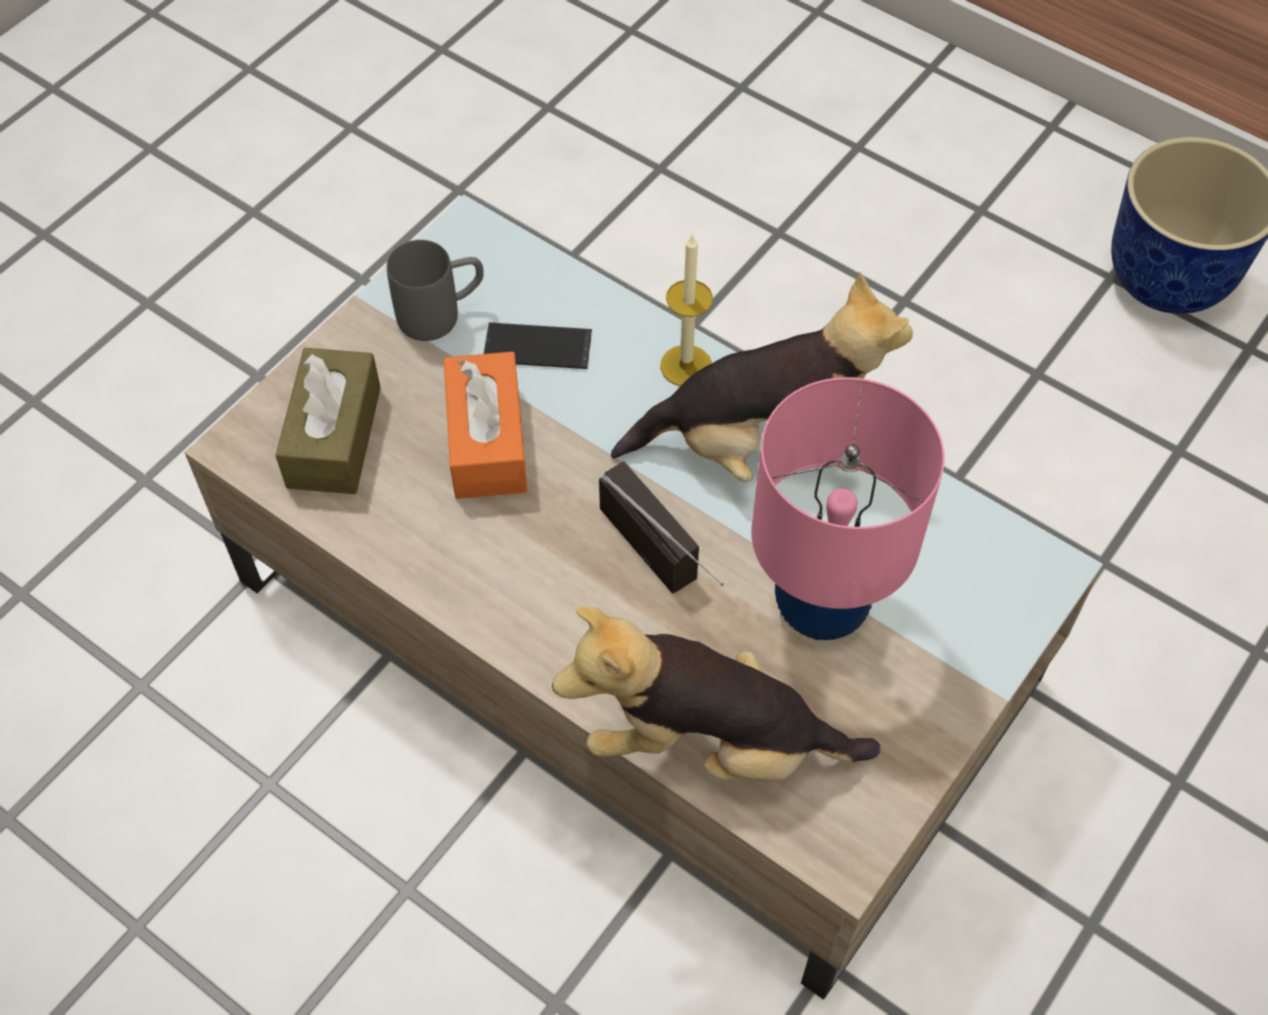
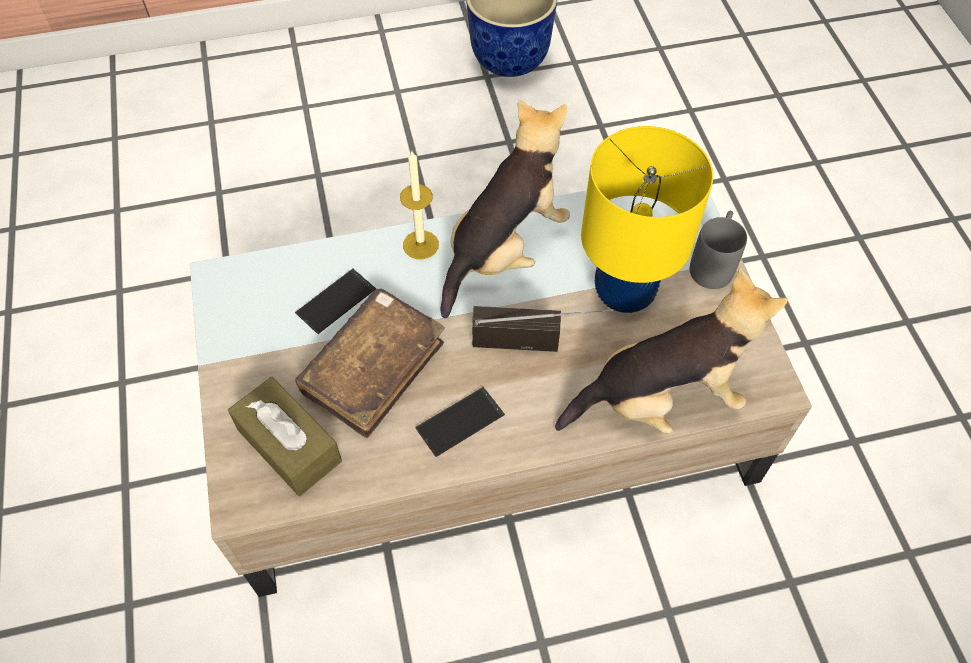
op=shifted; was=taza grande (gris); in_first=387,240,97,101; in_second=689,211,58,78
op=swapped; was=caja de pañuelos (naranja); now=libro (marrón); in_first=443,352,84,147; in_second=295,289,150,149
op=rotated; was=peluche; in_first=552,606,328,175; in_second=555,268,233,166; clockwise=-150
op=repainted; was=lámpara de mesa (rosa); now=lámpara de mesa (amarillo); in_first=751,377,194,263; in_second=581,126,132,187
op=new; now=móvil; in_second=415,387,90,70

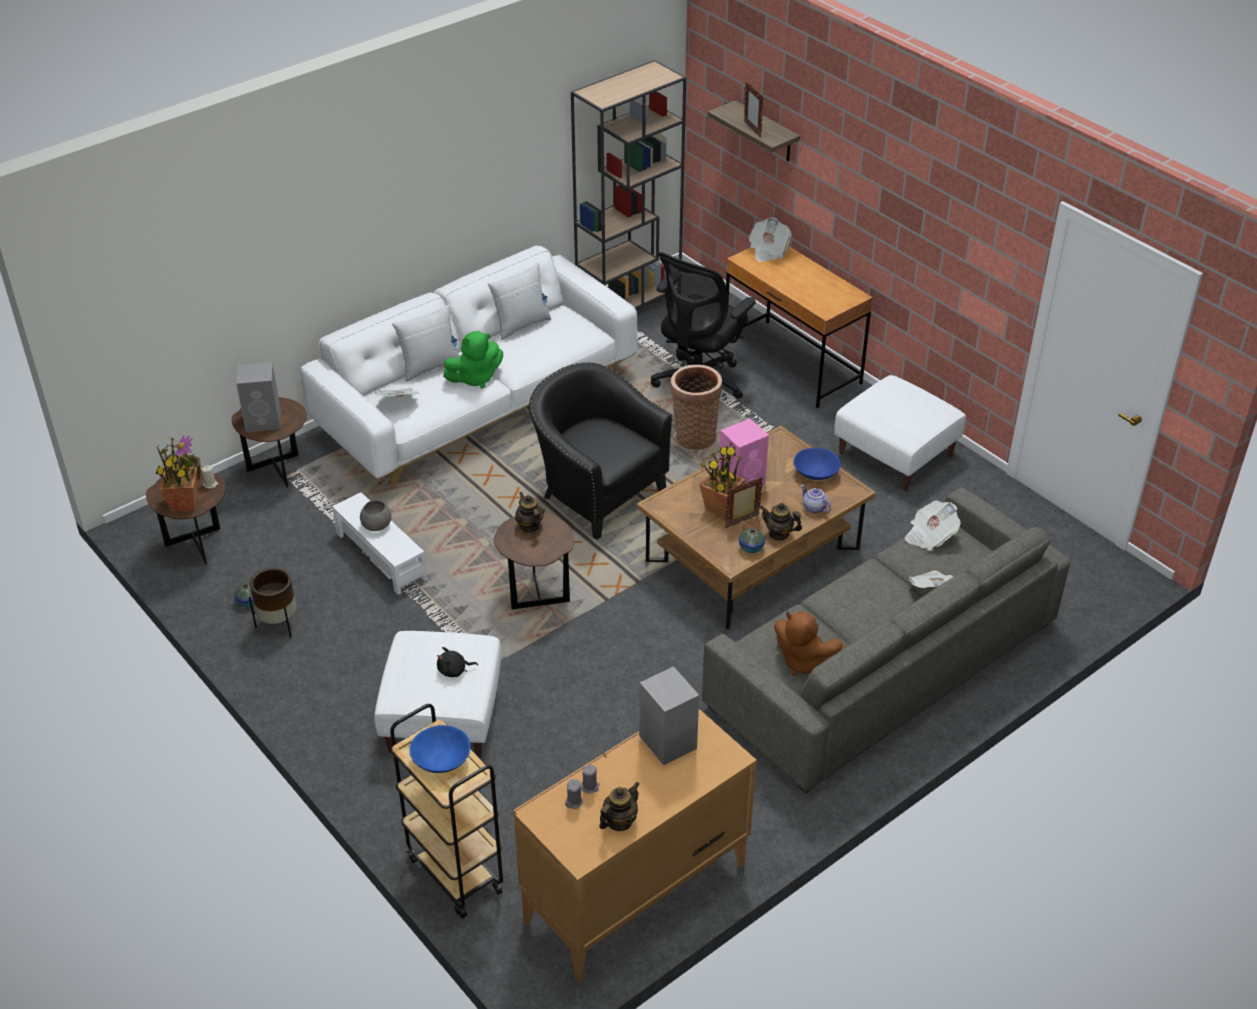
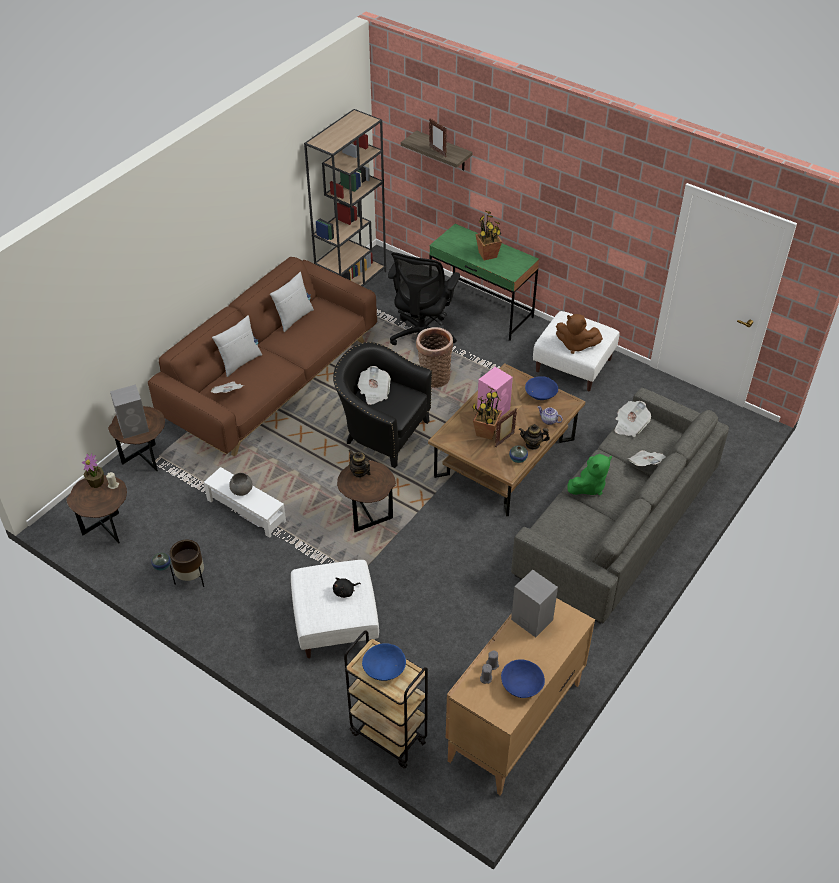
op=shifted; was=planta en maceta; in_first=155,437,43,74; in_second=476,211,26,49
op=repainted; was=sofá (blanco); now=sofá (marrón); in_first=300,245,338,242; in_second=148,257,229,199
op=shifted; was=peluche (verde); in_first=443,331,60,58; in_second=568,454,44,41
op=swapped; was=tetera; now=cuenco (azul); in_first=599,782,40,49; in_second=501,659,44,39
op=repainted; was=escritorio (marrón); now=escritorio (verde); in_first=726,246,147,162; in_second=429,224,110,117
op=shifted; was=periódico; in_first=749,217,43,45; in_second=357,366,34,39
op=shifted; was=peluche (marrón); in_first=774,611,72,65; in_second=556,314,47,40

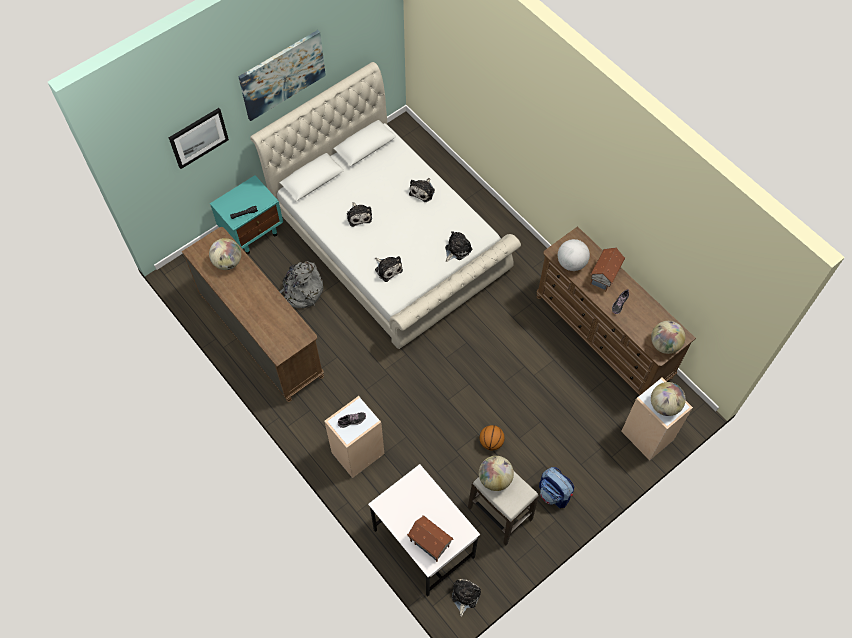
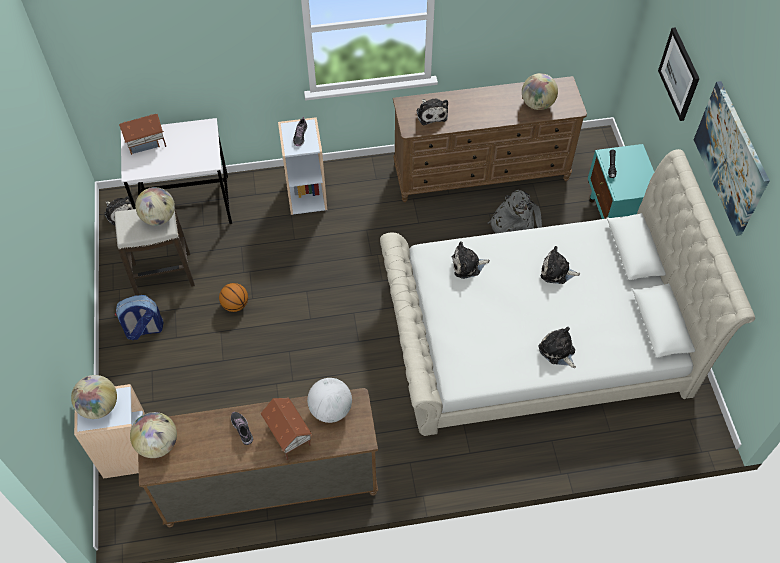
op=shifted; was=peluche; in_first=445,231,27,31; in_second=416,99,32,26

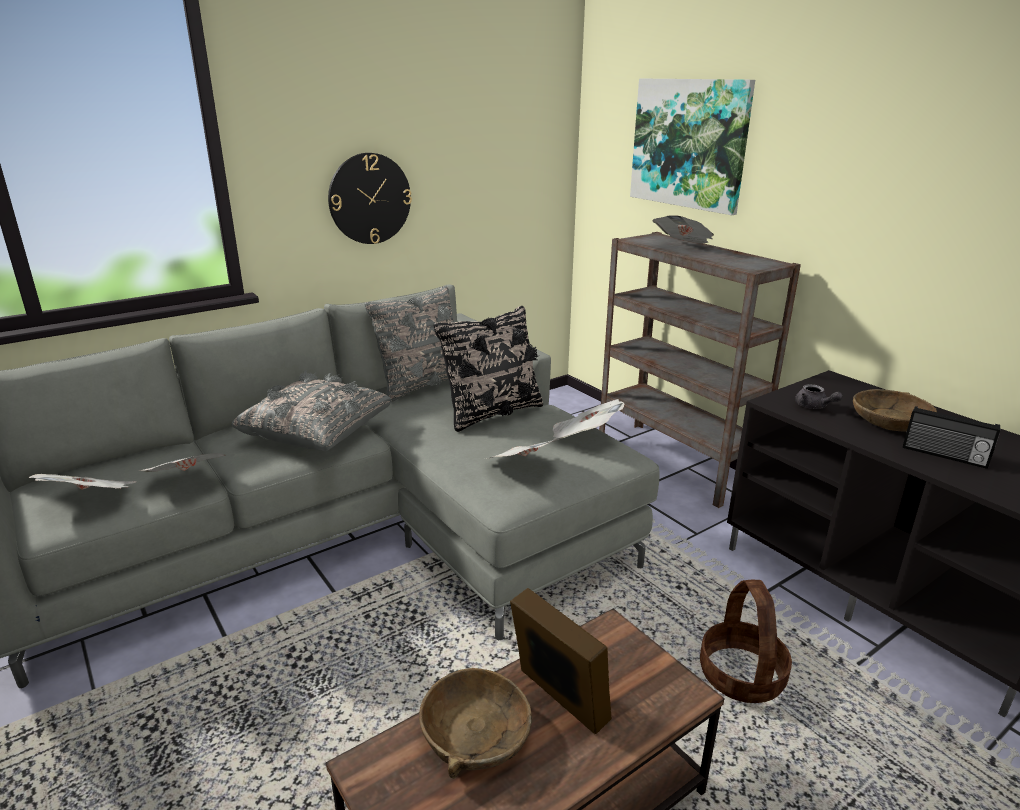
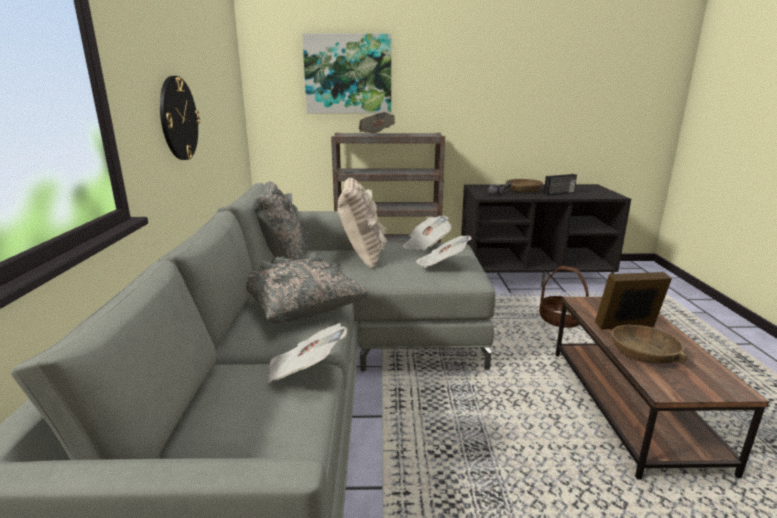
op=gone; was=periódico; in_first=29,474,108,15
op=repainted; was=cojín (negro); now=cojín (beis); in_first=434,306,109,126; in_second=338,178,49,90

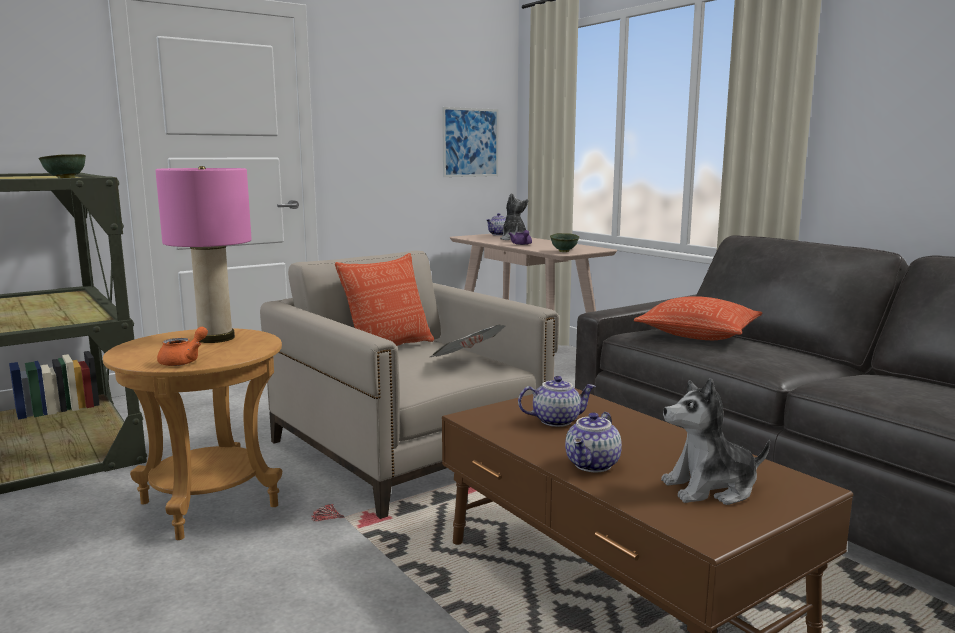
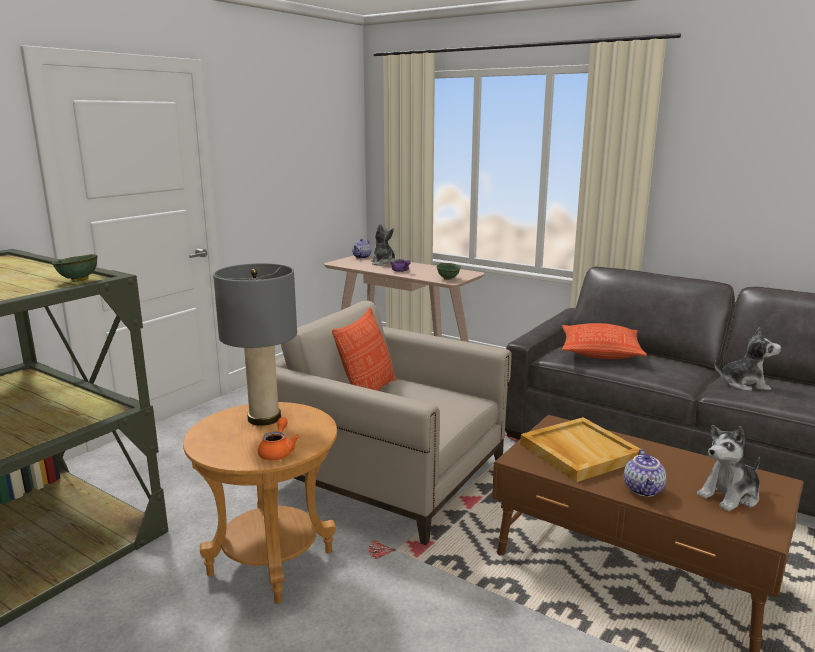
op=repainted; was=lámpara de mesa (rosa); now=lámpara de mesa (gris); in_first=155,166,97,177; in_second=213,263,84,163
op=gone; was=periódico; in_first=430,325,76,32
op=gone; was=cuadro; in_first=442,107,57,70
op=swapped; was=tetera; now=bandeja (beis); in_first=518,376,78,51; in_second=520,417,120,65
op=new; now=peluche; in_second=714,327,67,64

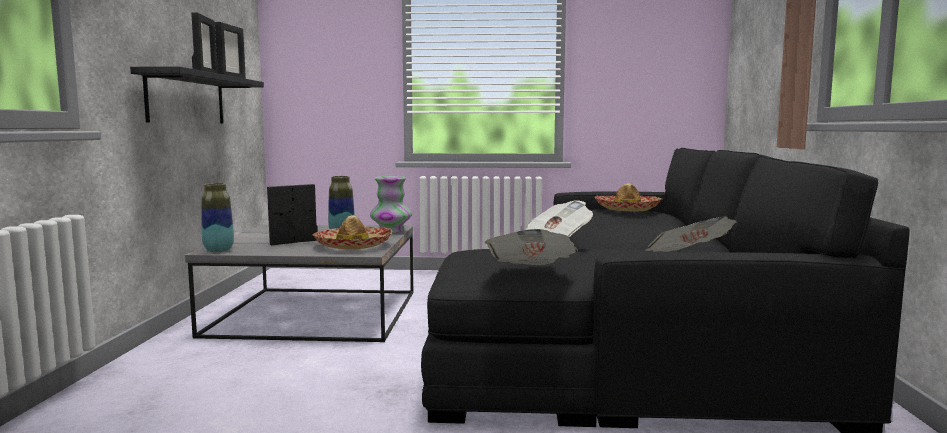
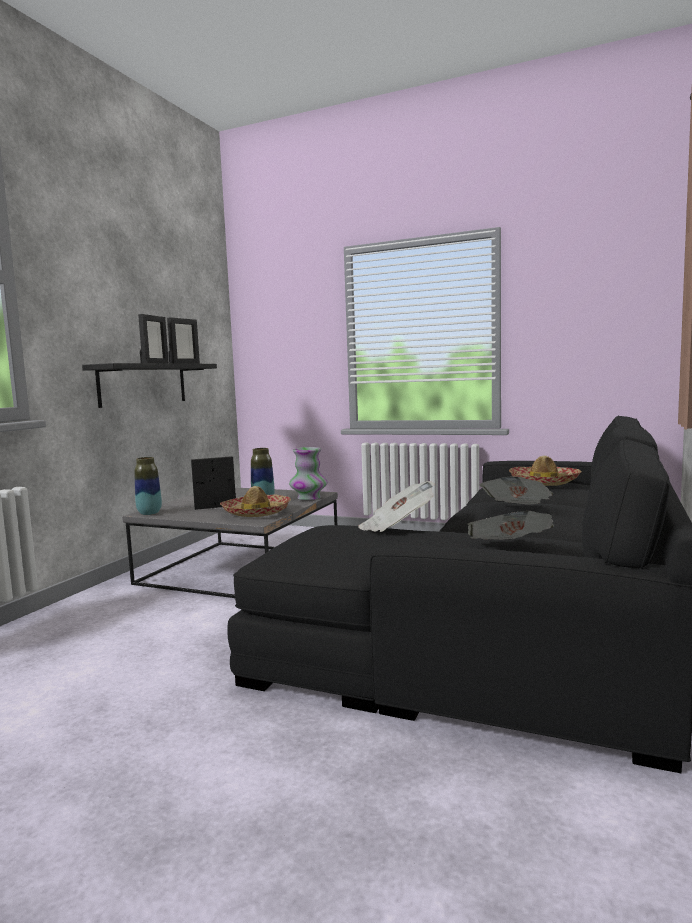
op=shifted; was=periódico; in_first=485,229,93,36; in_second=479,476,74,28

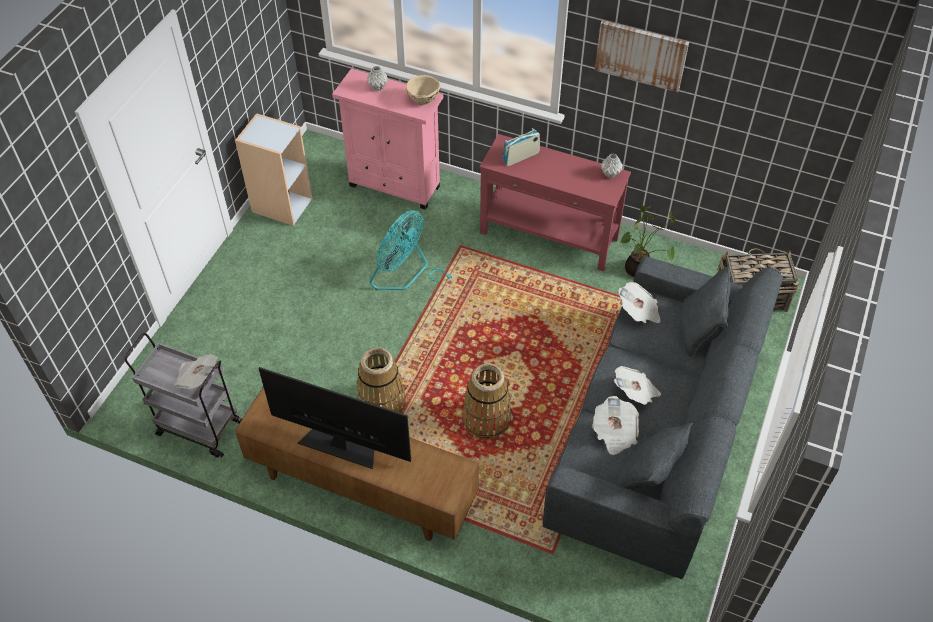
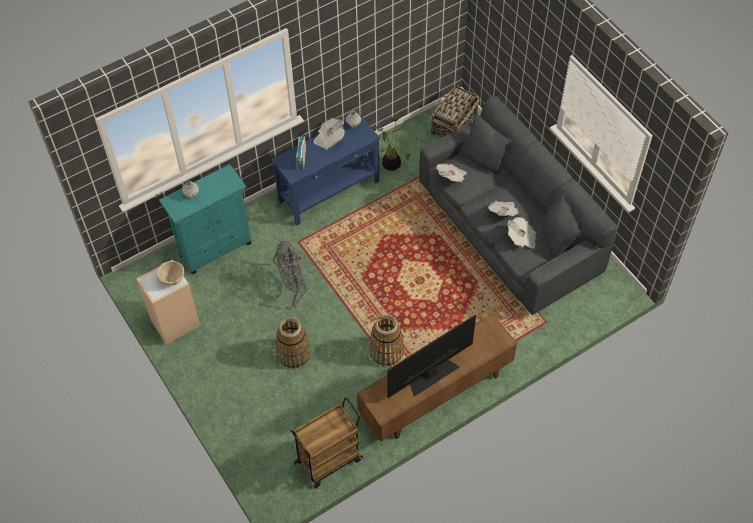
op=repainted; was=carrito (gris); now=carrito (marrón); in_first=125,333,117,125; in_second=291,398,73,91
op=shifted; was=periódico; in_first=174,354,44,35; in_second=314,118,31,32
op=repainted; was=armario (rosa); now=armario (turquesa); in_first=332,68,111,142; in_second=159,164,93,111
op=repainted; was=ventilador (turquesa); now=ventilador (gris); in_first=370,210,82,80; in_second=273,241,47,67
op=shifted; was=cuenco (beis); in_first=406,75,34,30; in_second=157,261,27,25
op=shifted; was=cesta; in_first=462,363,49,76; in_second=275,317,36,52
op=repainted; was=mesa consola (rojo); now=mesa consola (azul); in_first=479,134,152,138; in_second=272,114,108,112
op=gone; was=cuadro; in_first=595,20,94,72

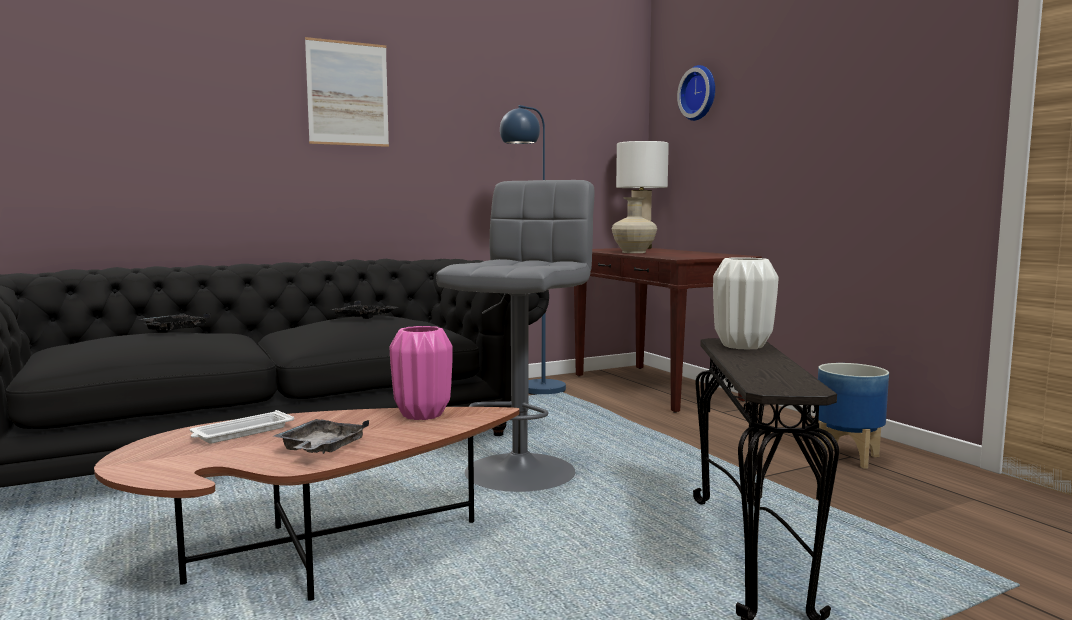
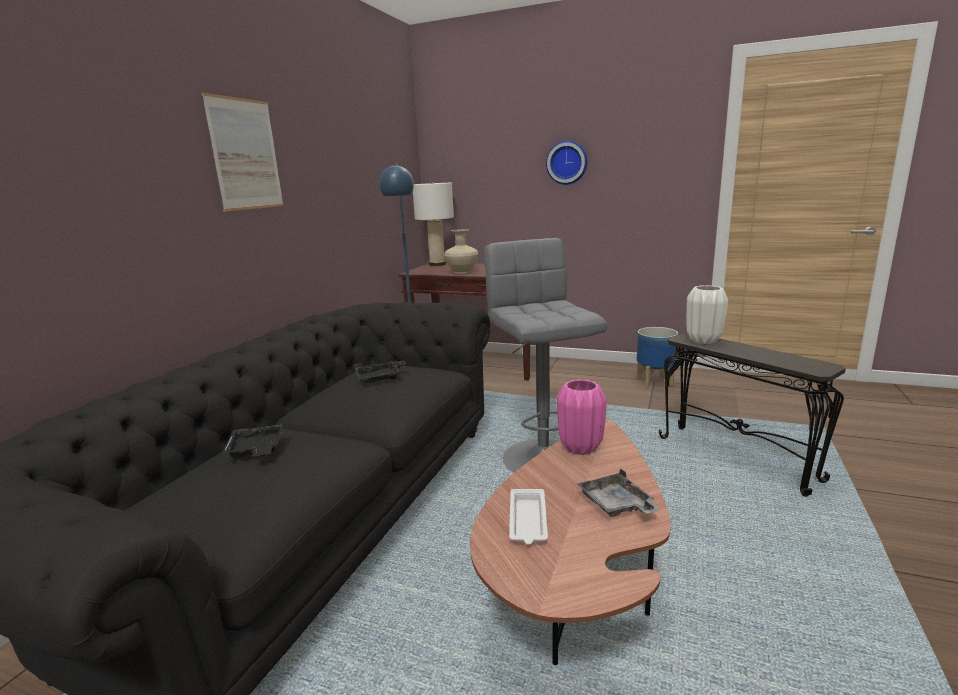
op=shifted; was=reloj de pared; in_first=677,65,38,56; in_second=546,140,41,45

